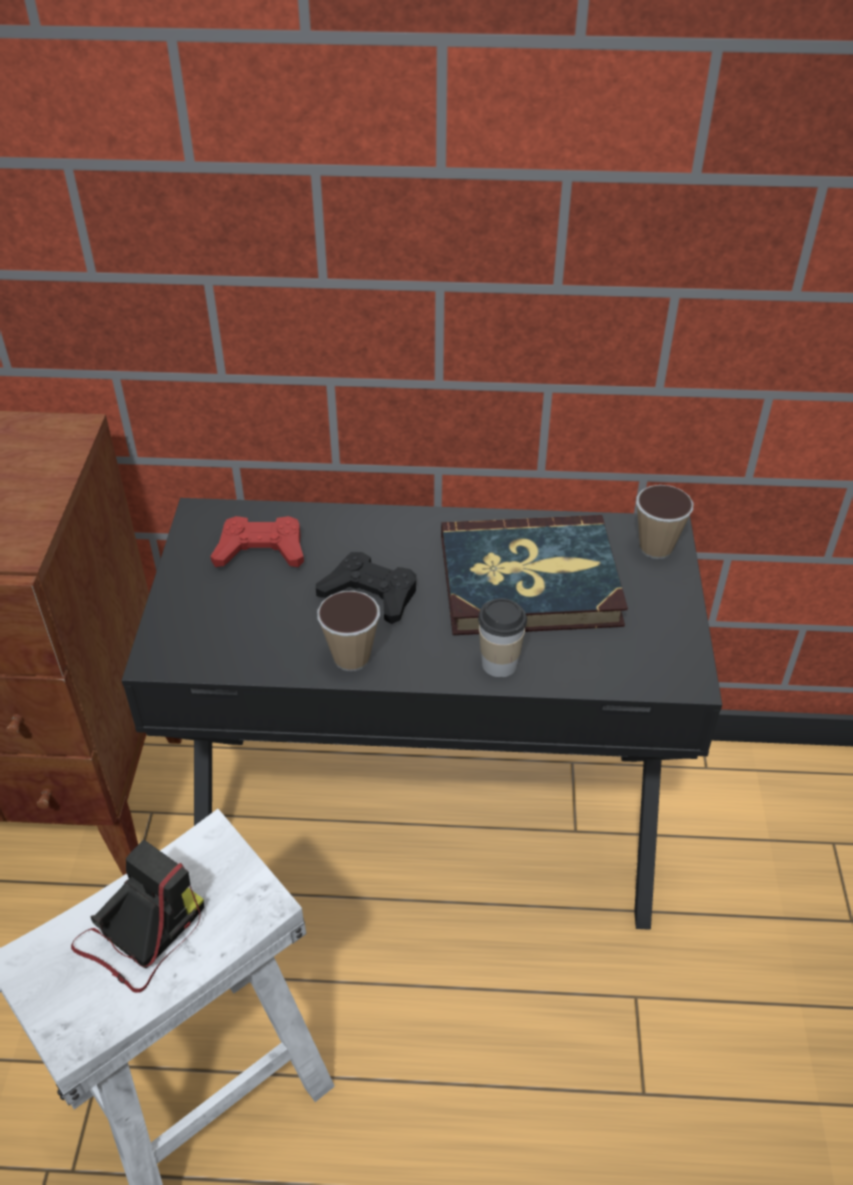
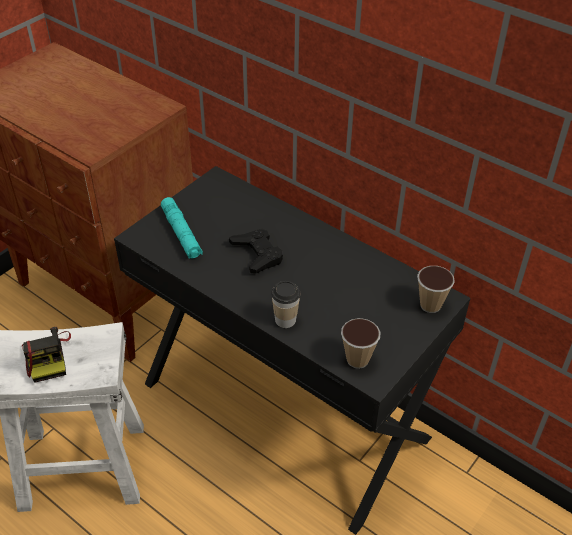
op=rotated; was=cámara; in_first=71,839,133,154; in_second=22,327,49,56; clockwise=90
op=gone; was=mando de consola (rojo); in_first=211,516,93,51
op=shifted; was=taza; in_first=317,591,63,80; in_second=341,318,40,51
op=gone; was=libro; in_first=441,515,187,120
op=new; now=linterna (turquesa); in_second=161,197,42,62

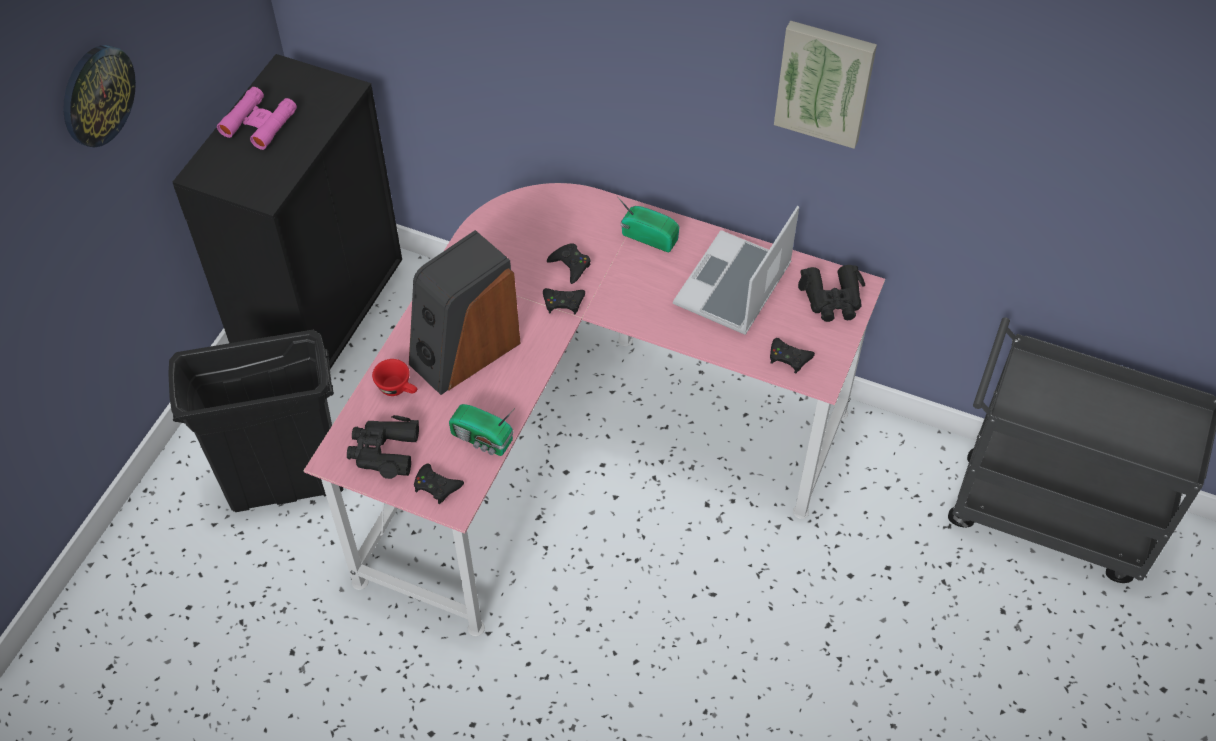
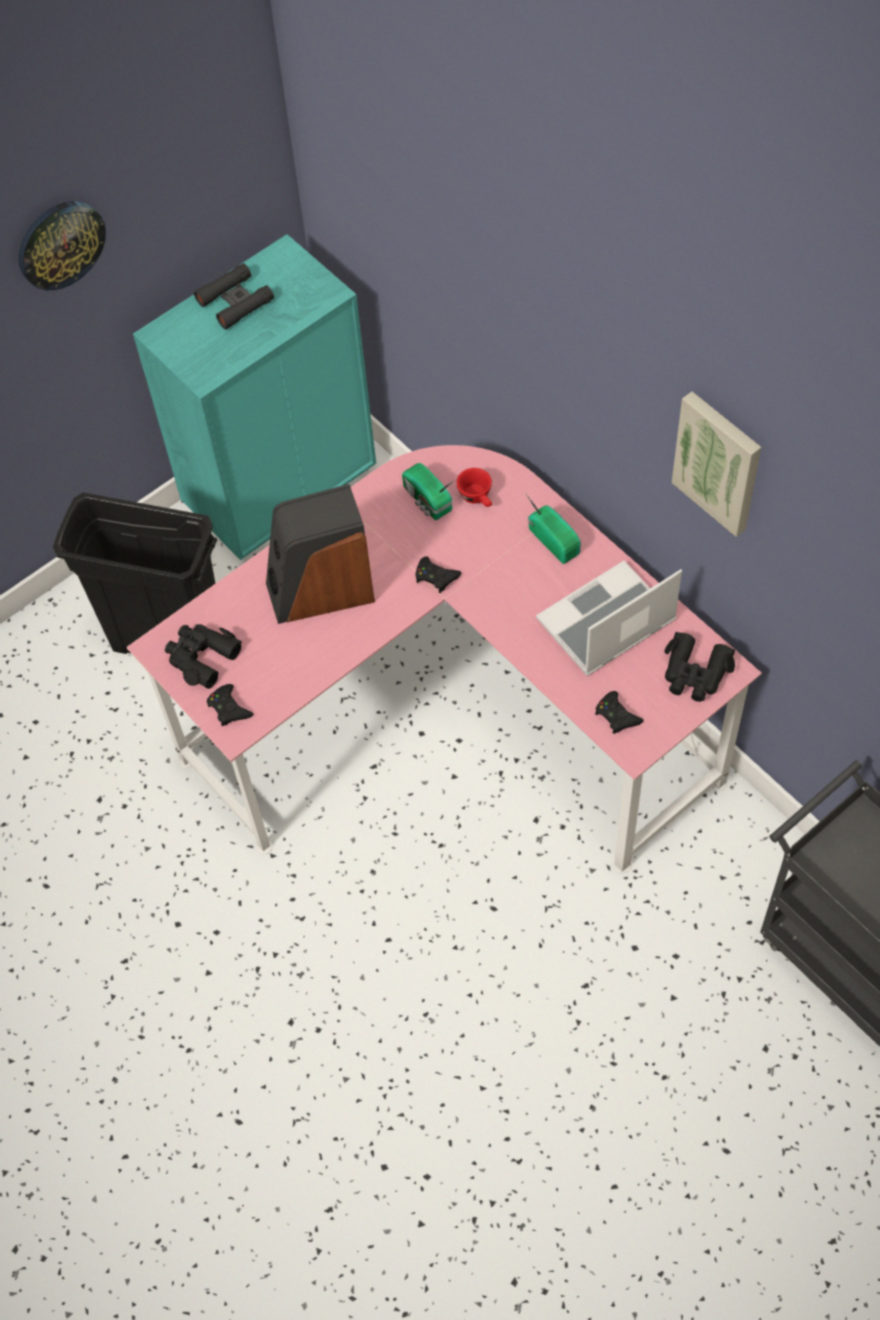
op=repainted; was=armario (negro); now=armario (turquesa); in_first=173,54,229,315; in_second=133,234,243,326
op=repainted; was=prismáticos (rosa); now=prismáticos (negro); in_first=217,87,80,63; in_second=194,263,80,67
op=shifted; was=taza (rojo); in_first=372,359,46,37; in_second=456,468,36,39
op=shifted; was=radio; in_first=449,404,66,52; in_second=402,463,52,57
op=gone; was=mando de consola (negro); in_first=547,243,44,41

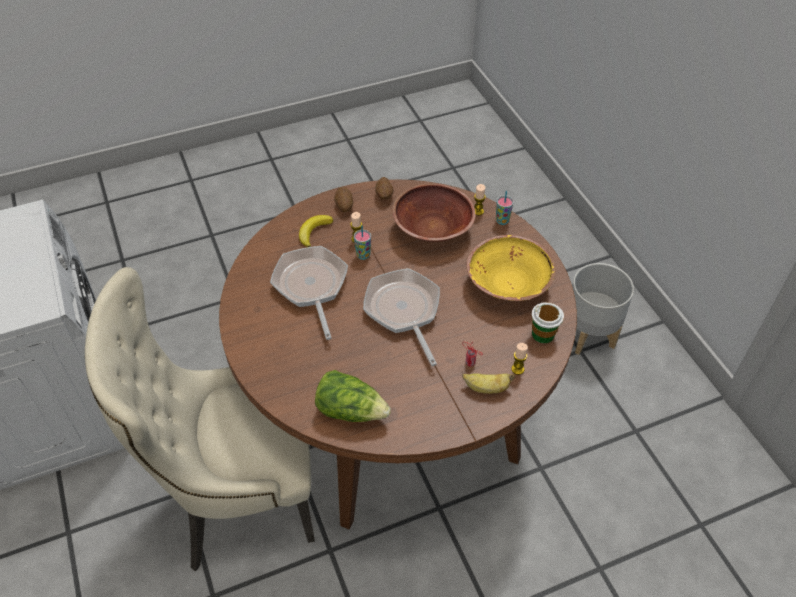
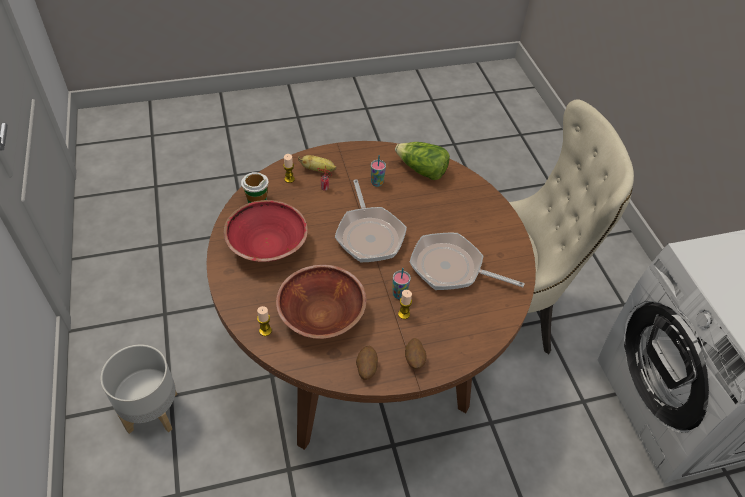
op=rotated; was=sartén; in_first=270,246,78,94; in_second=410,233,115,57; clockwise=120
op=gone; was=plátano; in_first=299,215,34,32
op=repainted; was=cuenco (amarillo); now=cuenco (rojo); in_first=467,235,89,66; in_second=224,200,84,62
op=shifted; was=taza; in_first=496,191,18,34; in_second=371,155,15,32

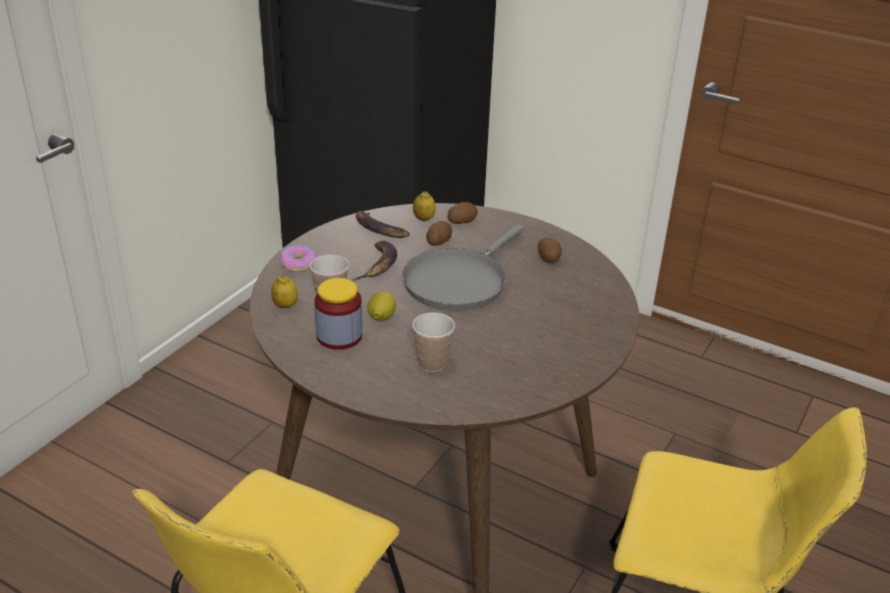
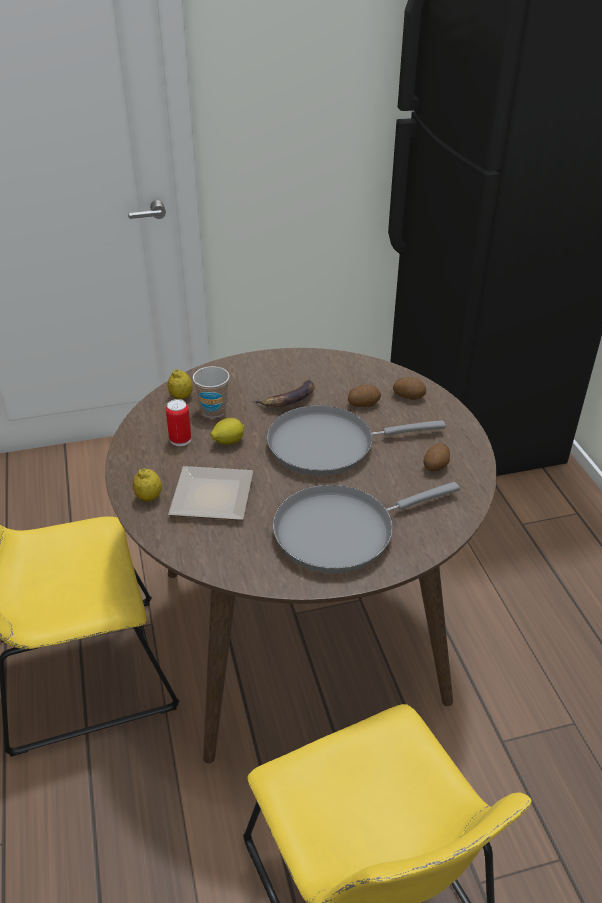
op=gone; was=rosquilla; in_first=279,245,38,27
op=swapped; was=tarro; now=lata; in_first=314,278,48,72; in_second=166,399,25,47
op=gone; was=plátano; in_first=356,211,54,27
op=swapped; was=taza; now=plato; in_first=412,312,43,60; in_second=168,466,85,54
op=shifted; was=limón; in_first=413,191,23,30; in_second=133,468,29,33
op=new; now=sartén (gris); in_second=273,482,187,91

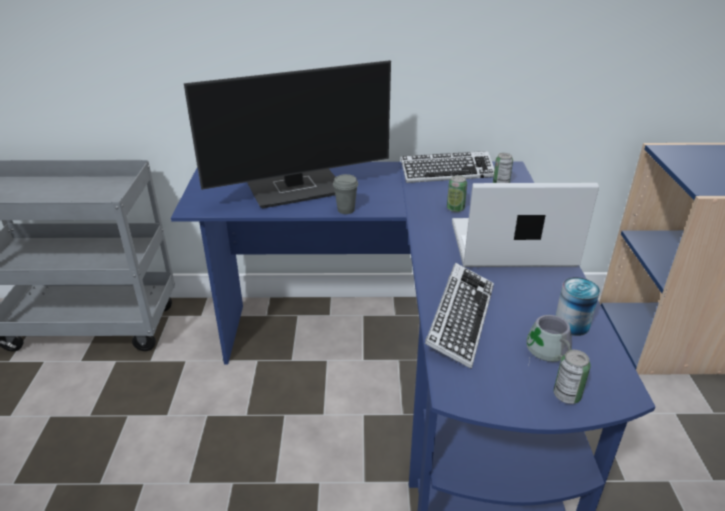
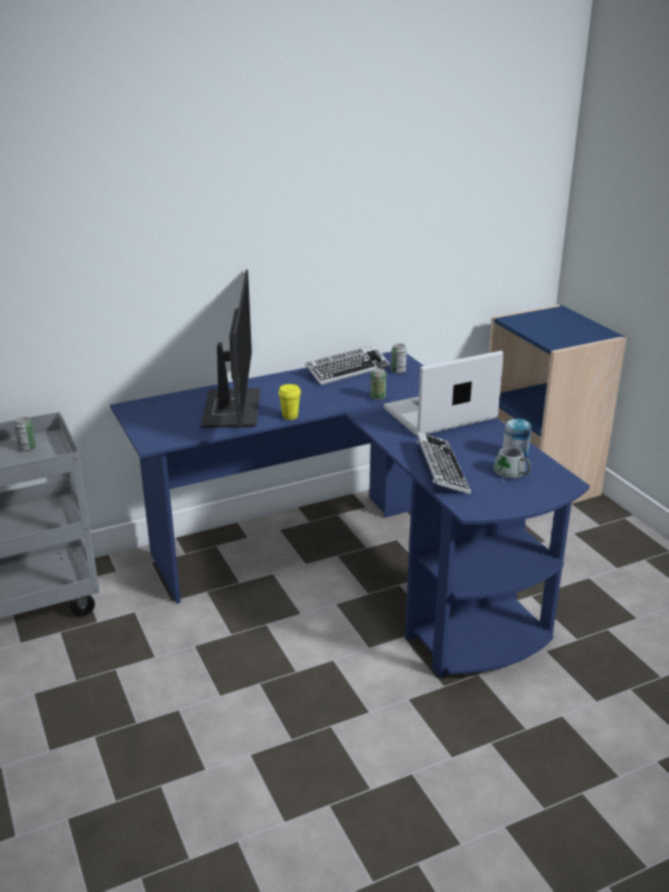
op=rotated; was=monitor; in_first=184,60,207,149; in_second=201,270,59,158; clockwise=-45
op=repainted; was=taza (gris); now=taza (amarillo); in_first=333,174,25,40; in_second=278,384,23,36
op=shifted; was=lata; in_first=554,350,37,54; in_second=14,417,22,34

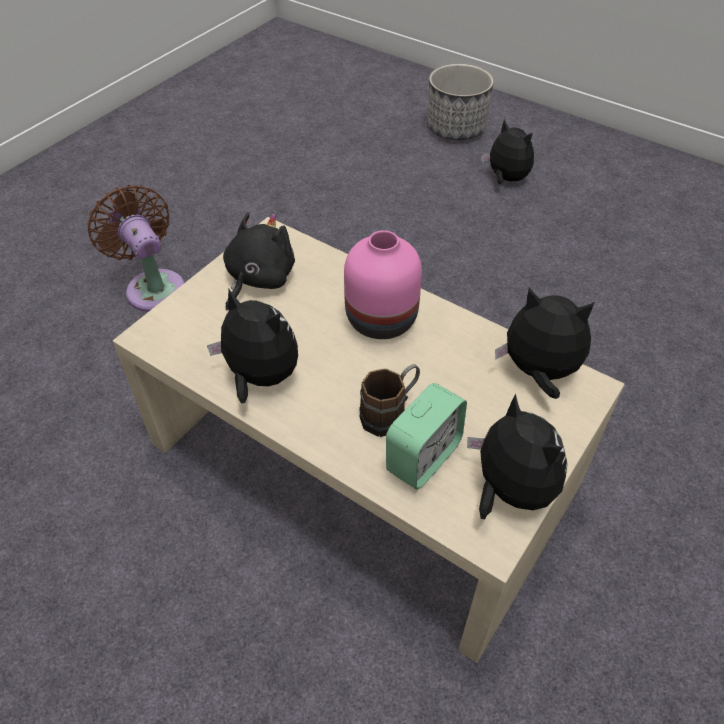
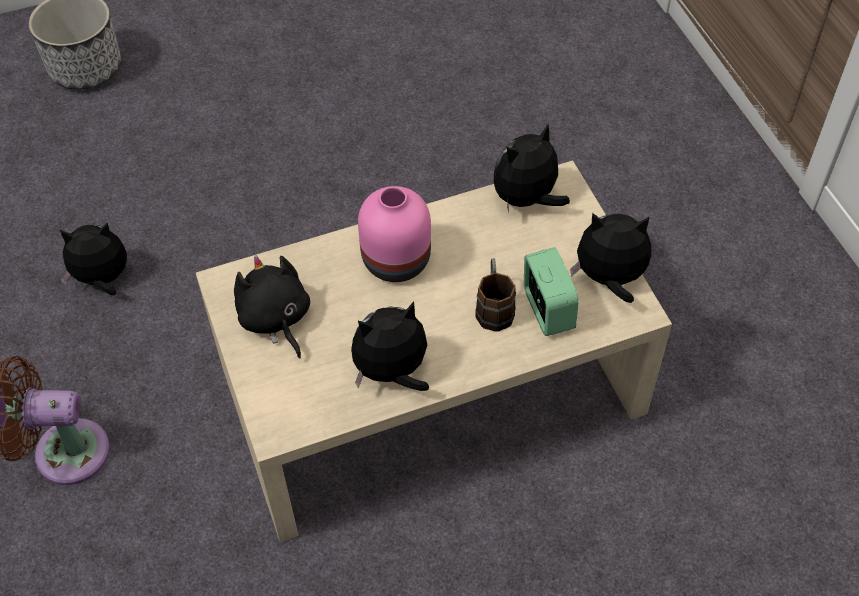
op=shifted; was=peluche; in_first=481,119,53,65; in_second=60,223,67,72

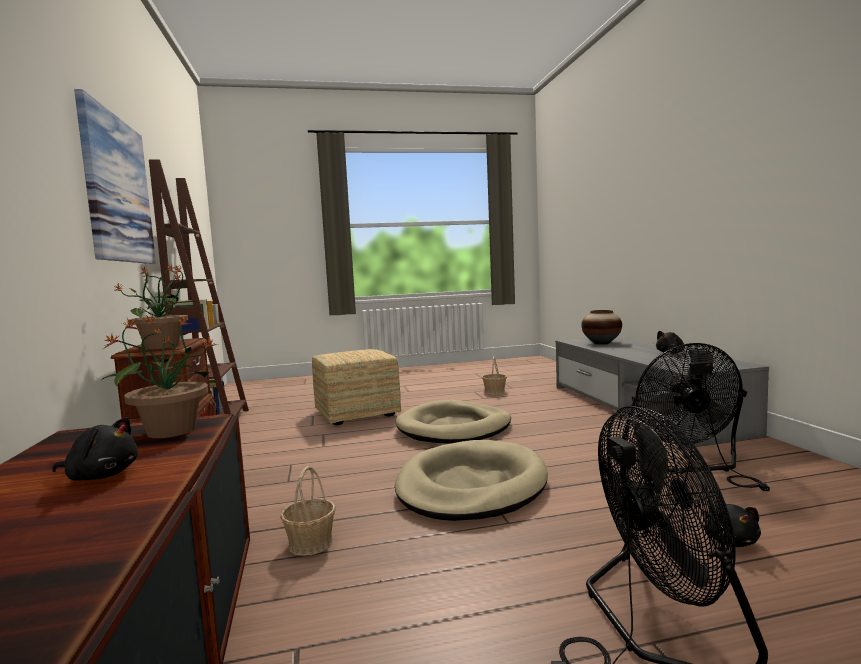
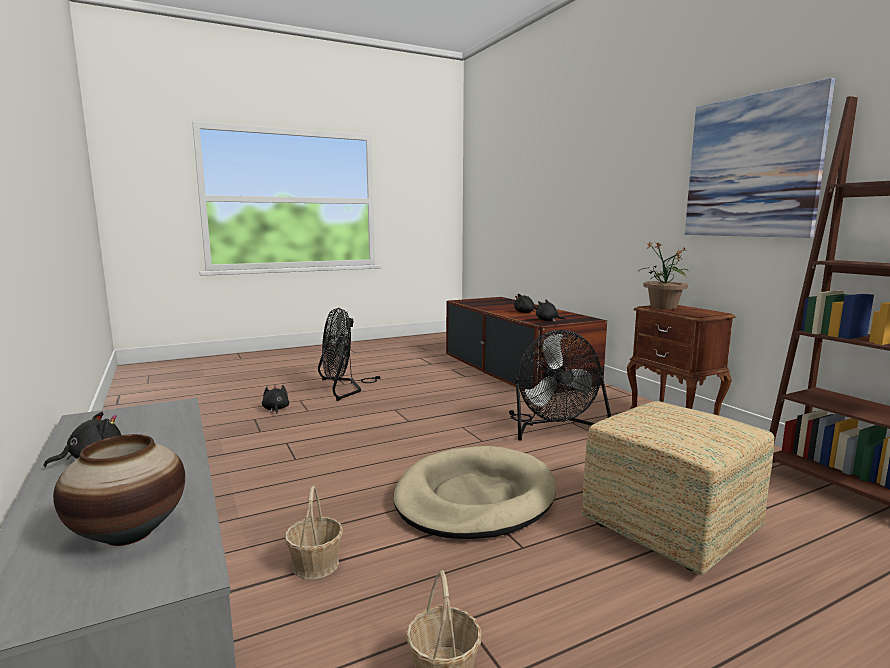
op=swapped; was=planta en maceta; now=peluche (negro); in_first=102,315,116,123; in_second=536,300,30,22
op=shifted; was=cesta; in_first=280,466,56,90; in_second=285,486,58,94
op=gone; was=cama para perro (beis); in_first=395,440,153,81
op=shifted; was=ventilador (negro); in_first=623,343,147,148; in_second=509,330,102,111

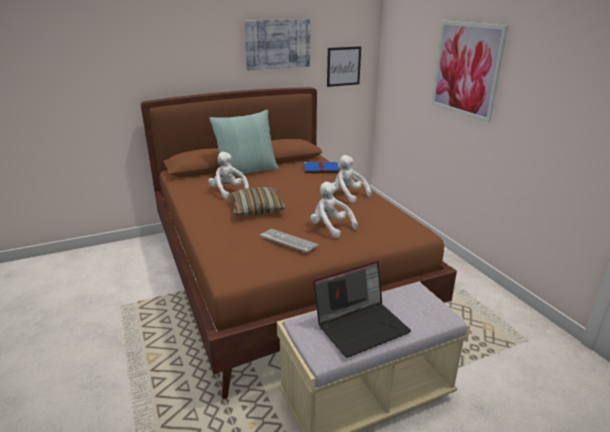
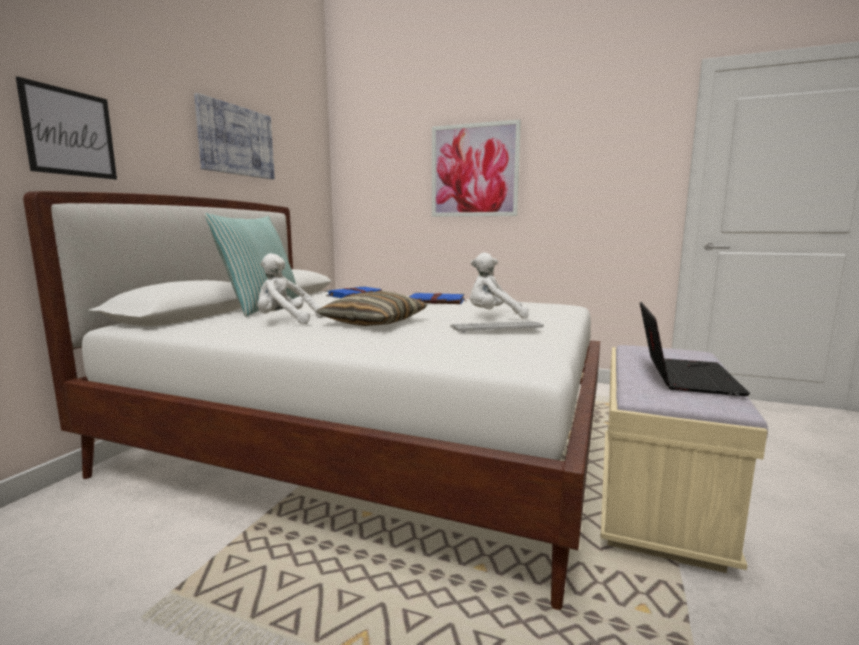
op=repainted; was=cama (marrón); now=cama (blanco); in_first=141,87,316,312; in_second=23,191,577,419
op=shifted; was=cuadro; in_first=327,46,34,41; in_second=16,76,101,103
op=swapped; was=peluche (blanco); now=libro (azul); in_first=332,155,40,48; in_second=409,292,57,12

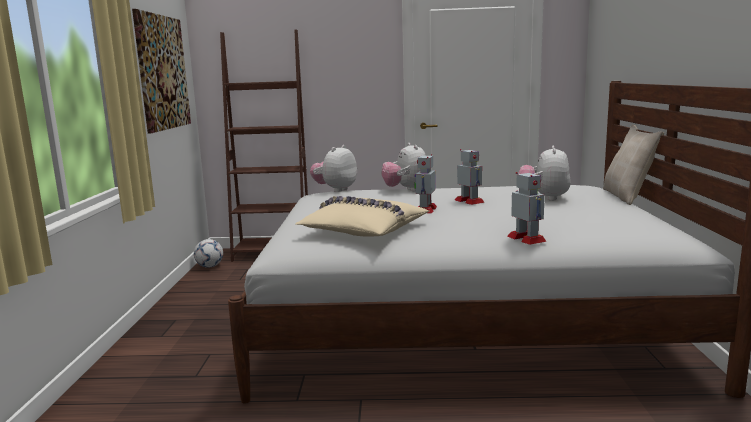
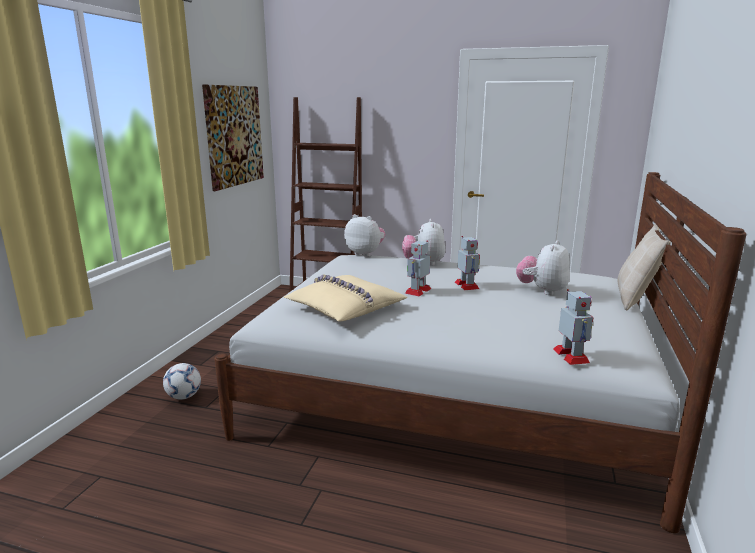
op=shifted; was=balón de fútbol; in_first=194,239,29,29; in_second=163,363,38,37
op=rotated; was=peluche; in_first=310,145,47,47; in_second=344,214,41,43; clockwise=75
op=shifted; was=robot de juguete; in_first=507,172,40,73; in_second=553,289,41,76

